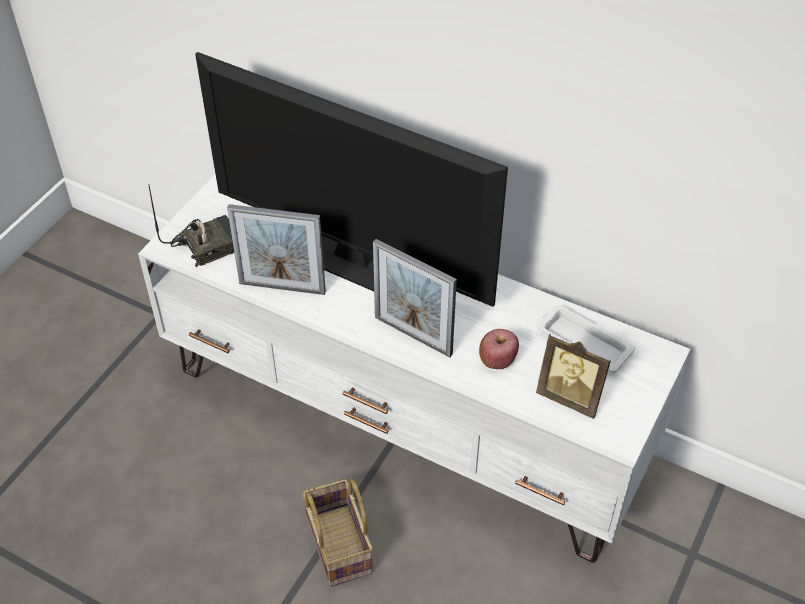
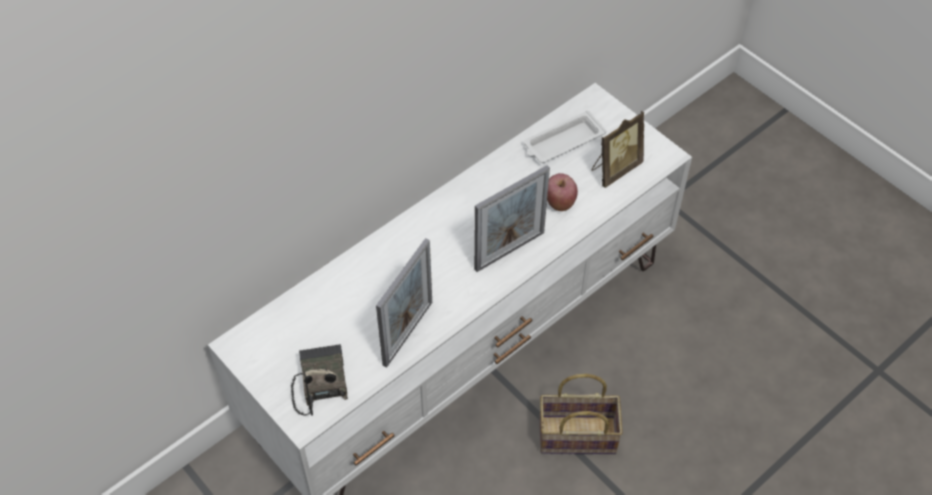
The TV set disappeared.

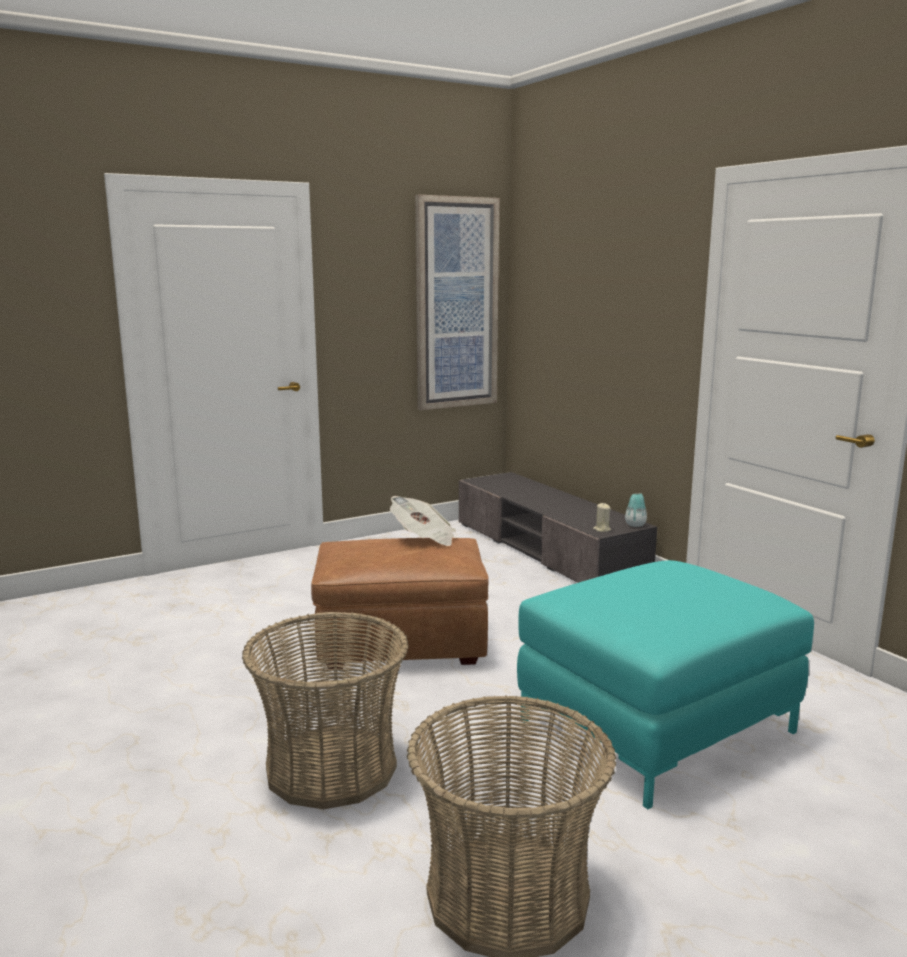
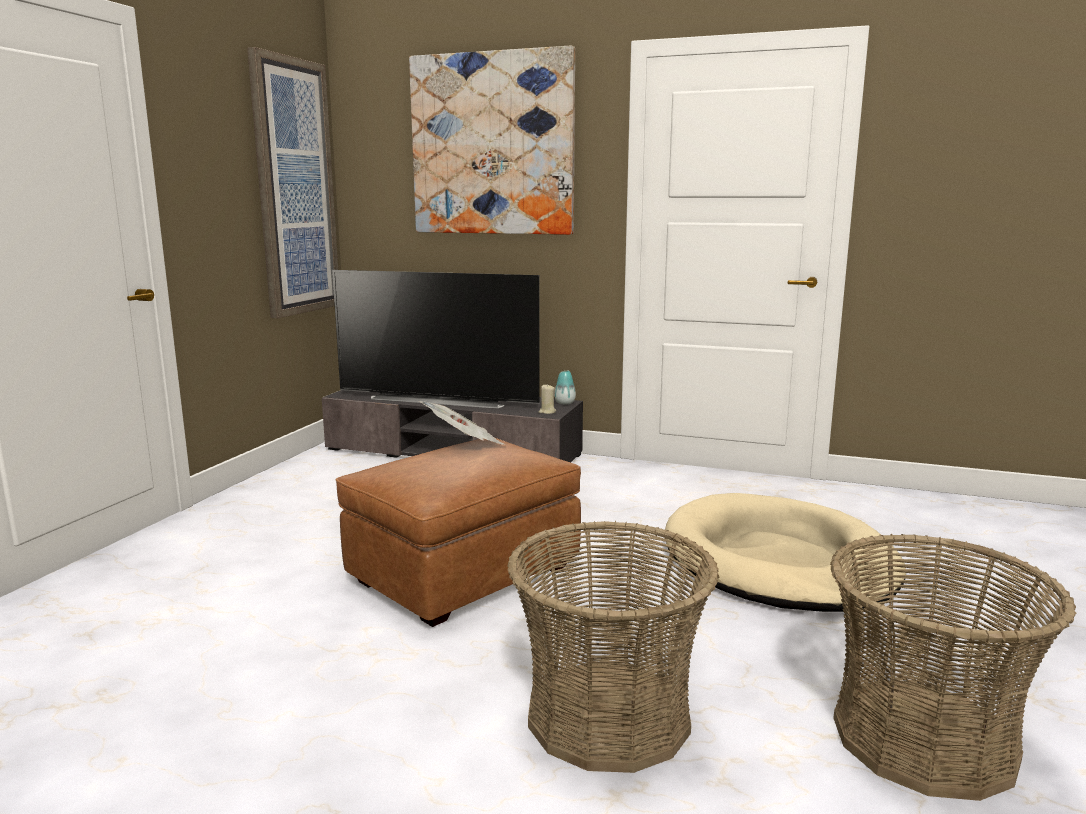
The TV set appeared.
The wall art (2nd from left) appeared.
The pouffe in turquoise was replaced by the pet bed in beige.

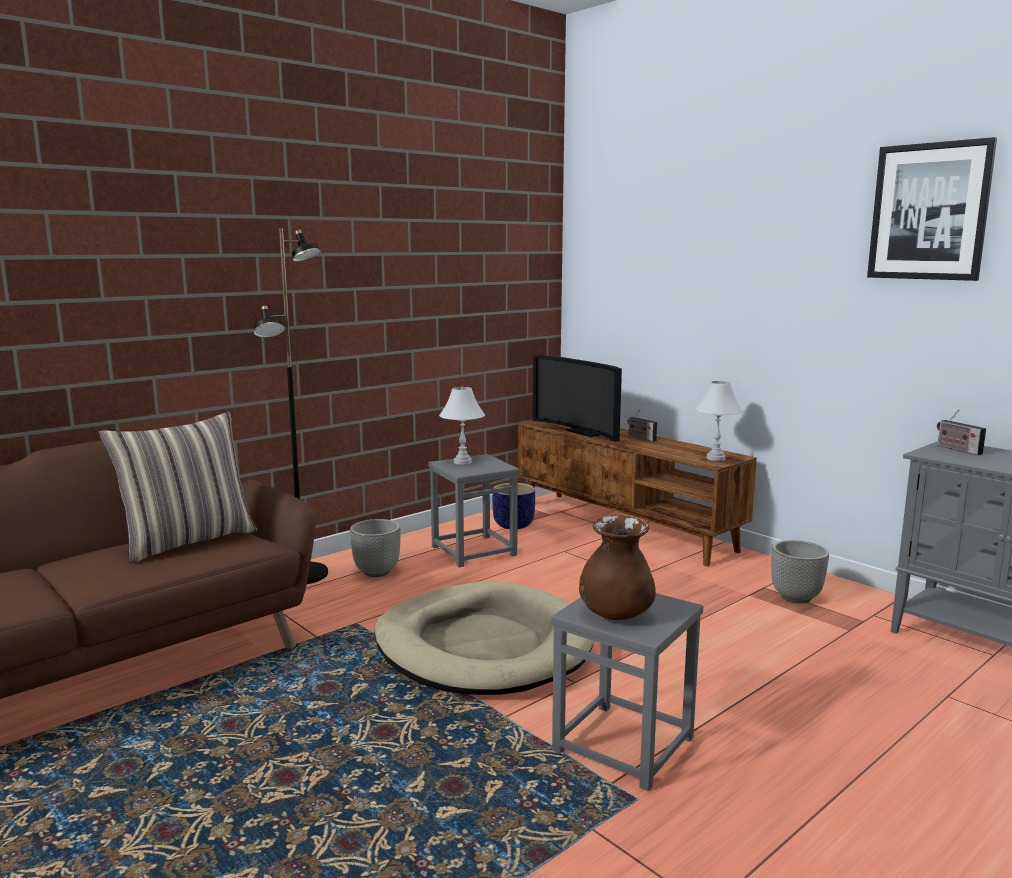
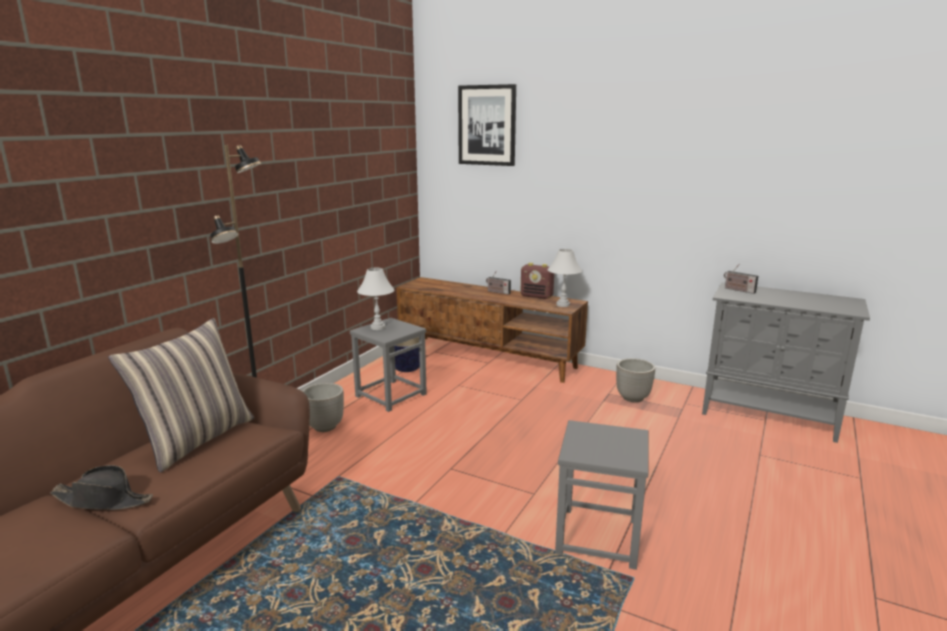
The pet bed in beige disappeared.
The TV set disappeared.
The vase in brown-coloured disappeared.
The hat in black-coloured appeared.
The radio set (2nd from left) appeared.
The wall art moved.

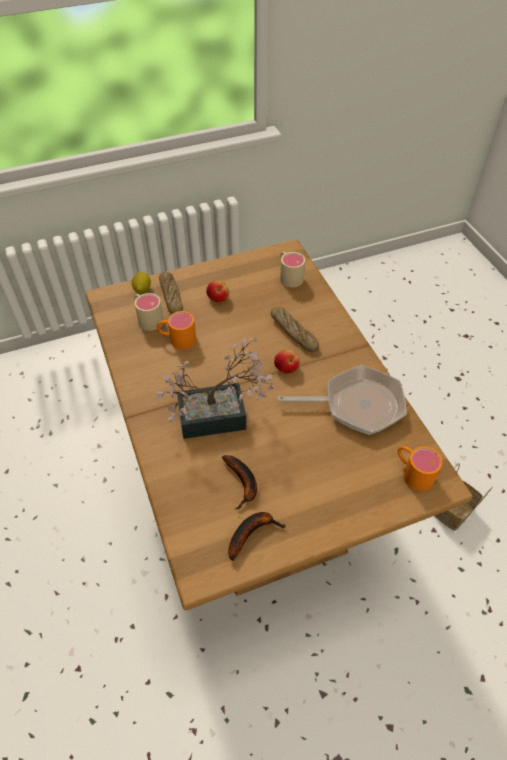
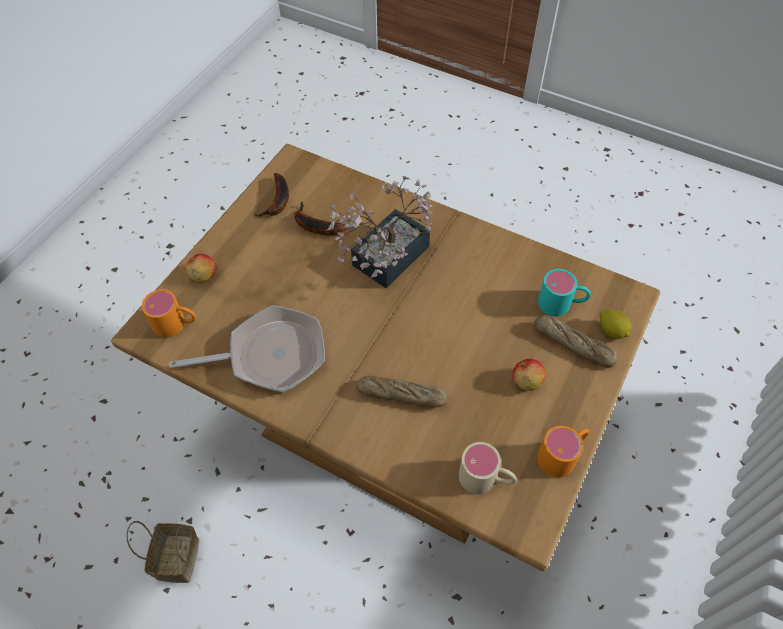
The mug in orange (1st from left in the first image) moved.
The whole apple (2nd from left in the first image) moved.
The mug in beige (1st from left) became the mug in turquoise.
The skillet turned 150 degrees counterclockwise.

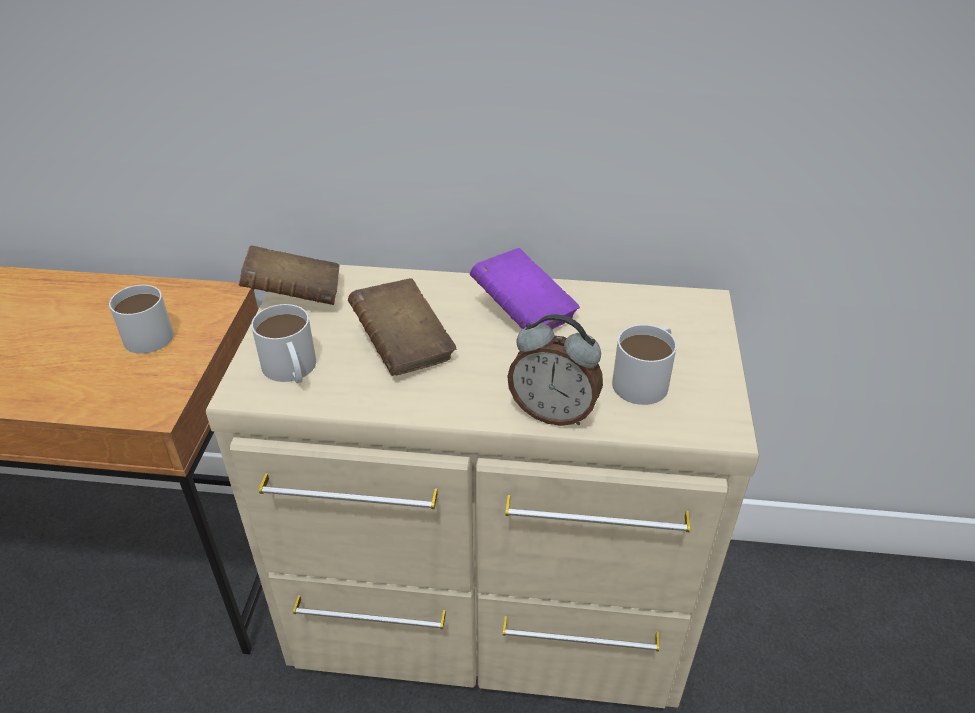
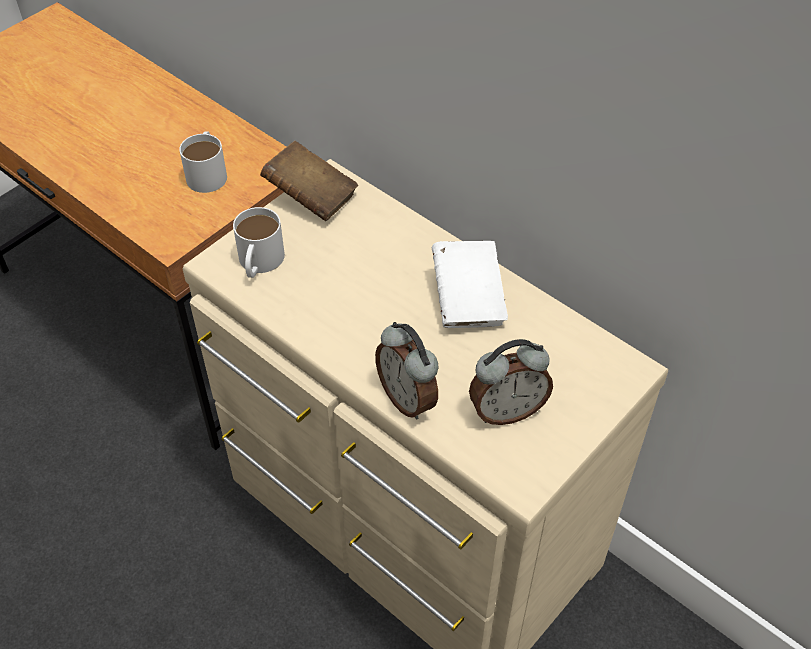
The volume in brown-coloured (2nd from left) disappeared.
The mug in white (3rd from left) was replaced by the table clock (2nd from left).
The volume in purple became the volume in white.

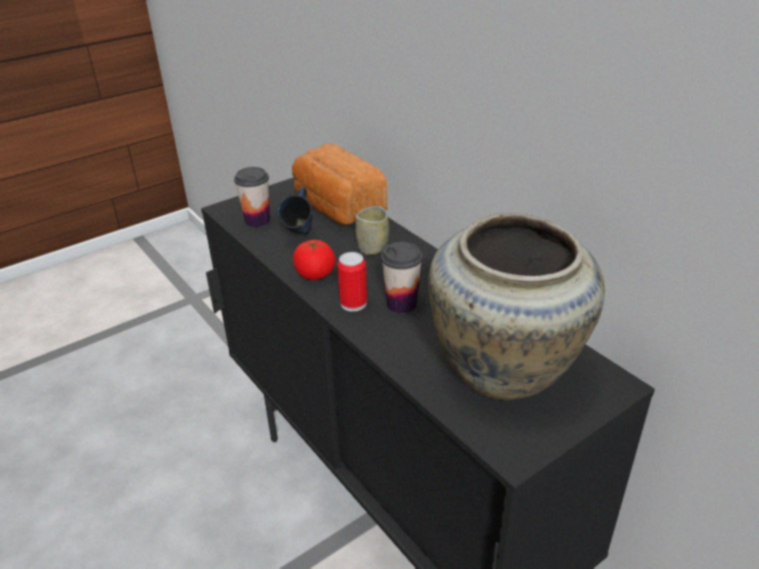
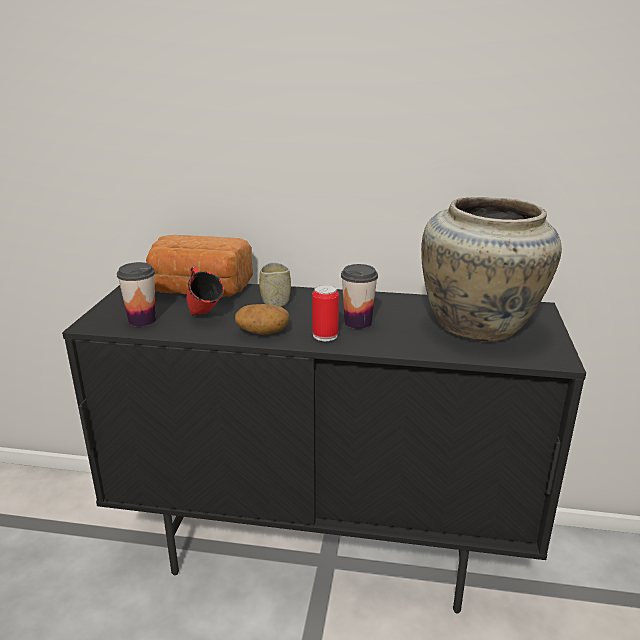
The tomato was replaced by the potato.
The mug in blue-coloured became the mug in reddish.

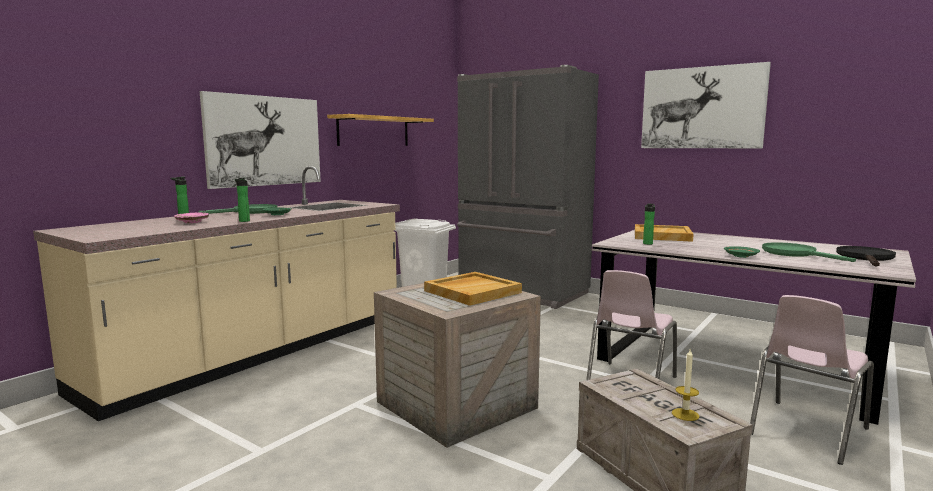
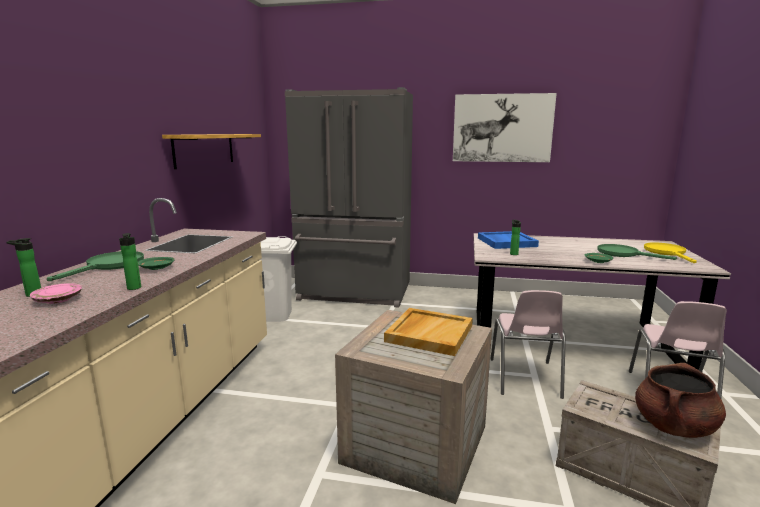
The wall art (1st from left) disappeared.
The wax light was replaced by the cooking pot in brown-coloured.
The serving tray in beige (2nd from left) became the serving tray in blue-coloured.
The skillet in black-coloured became the skillet in yellow-coloured.

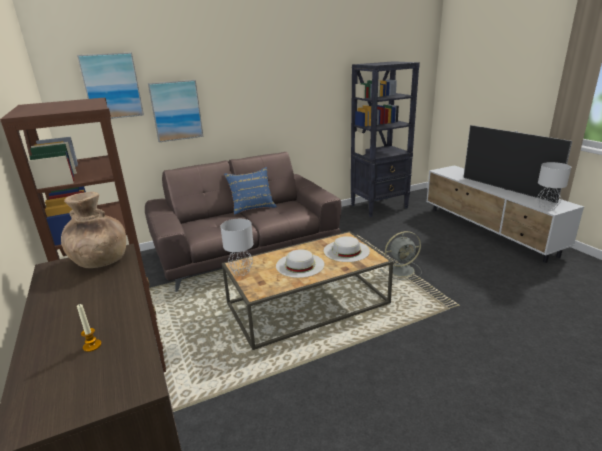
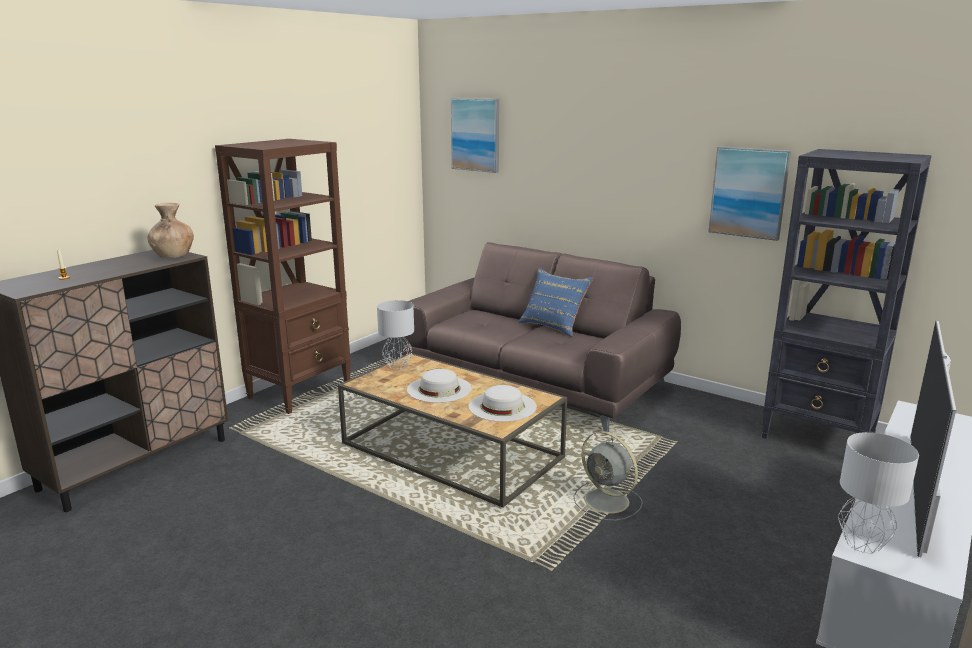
The wall art (2nd from left) moved.

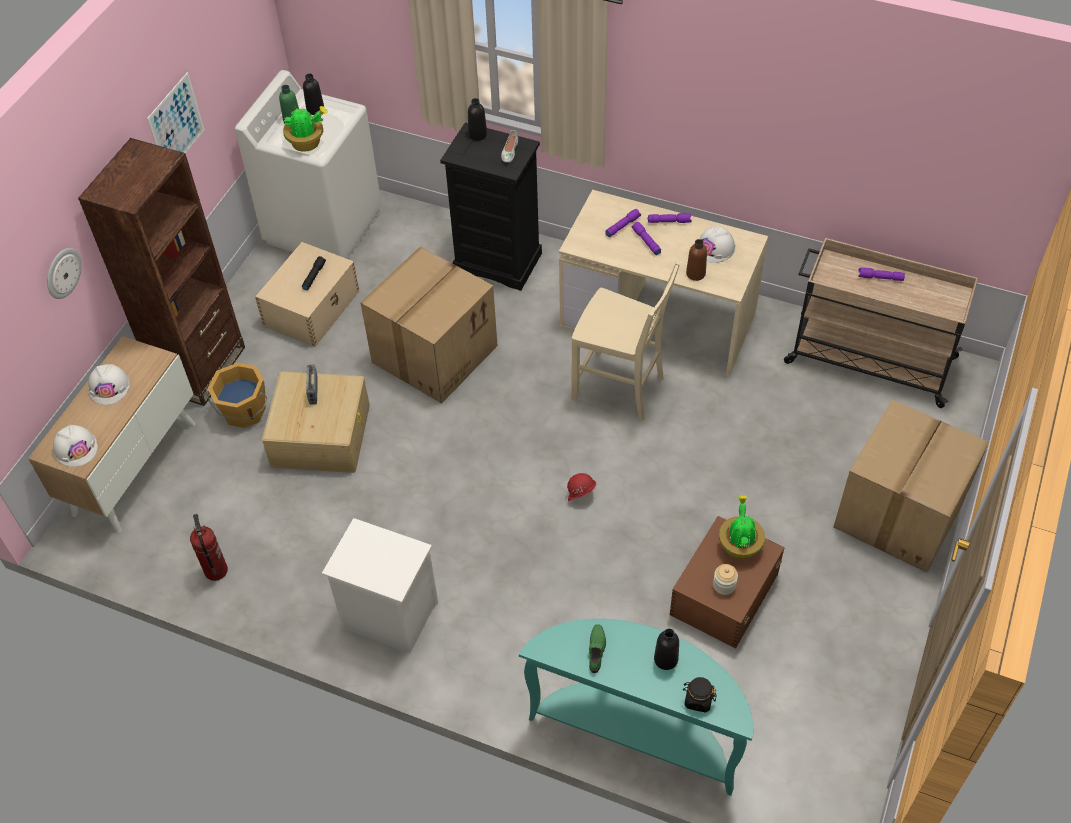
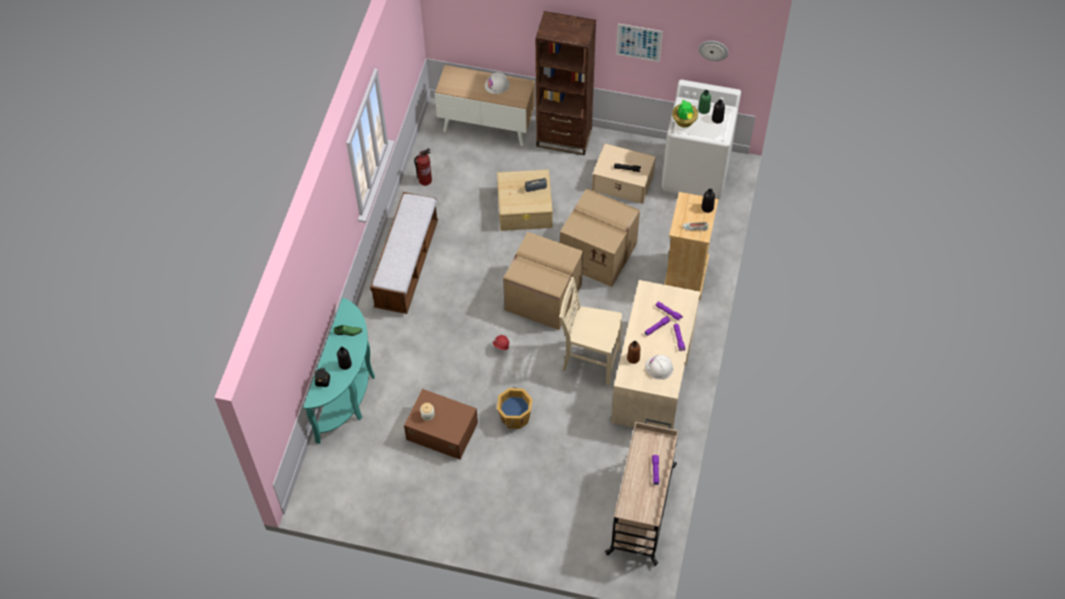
The safety helmet in white (1st from left) disappeared.
The houseplant (2nd from left) disappeared.
The hanging clock moved.
The water bucket in orange moved.
The cardboard box (2nd from left in the first image) moved.
The nightstand in white was replaced by the indoor bench.
The chest of drawers in black-coloured became the chest of drawers in beige.
The plain chair in beige turned 90 degrees clockwise.

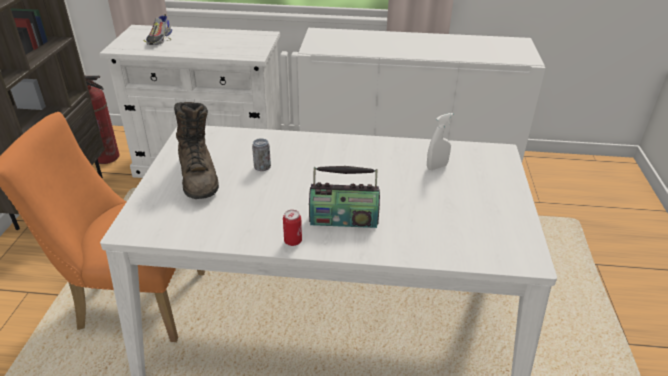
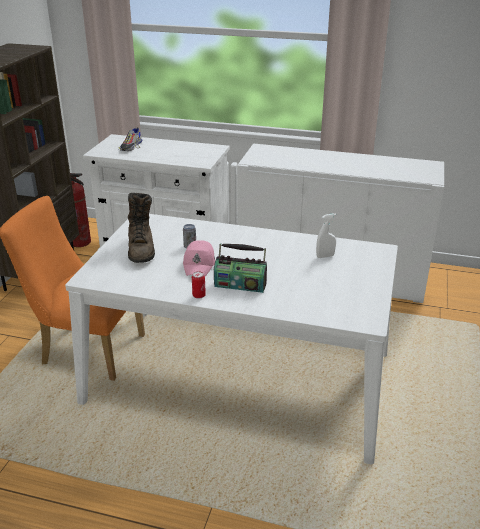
The peaked cap in pinkish appeared.

